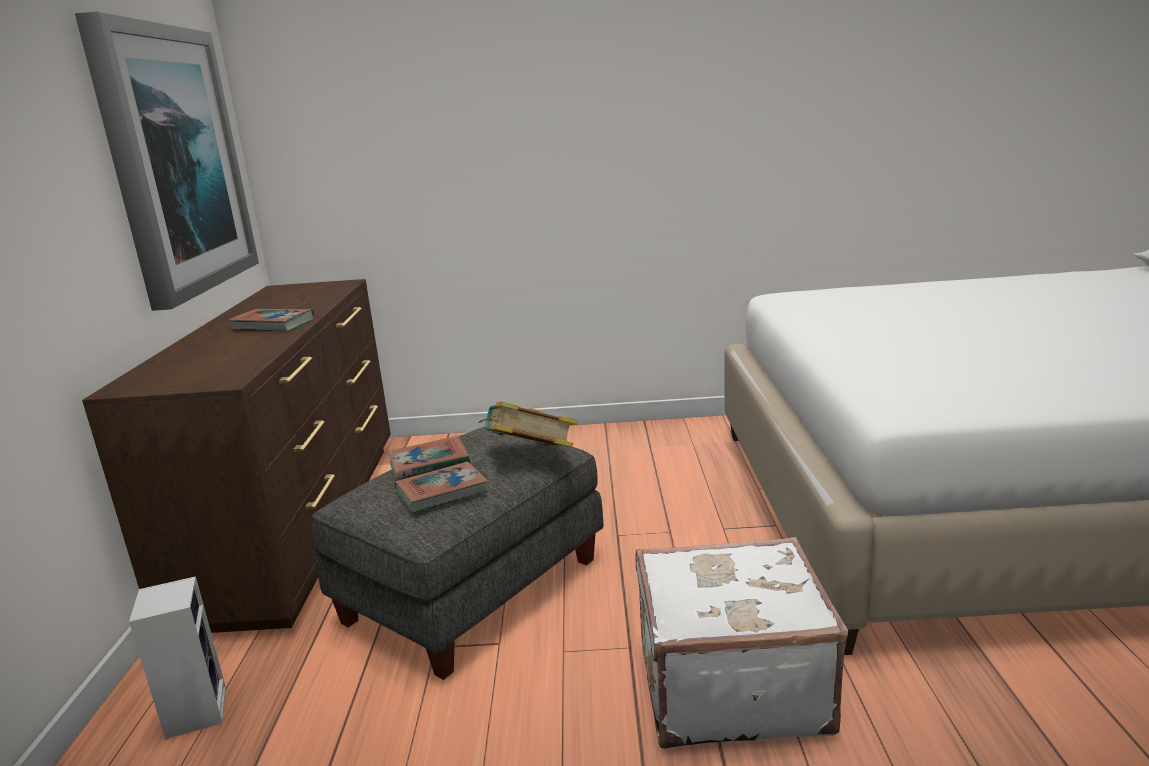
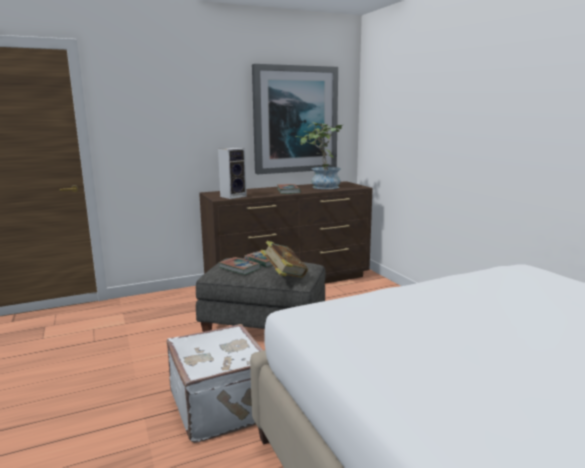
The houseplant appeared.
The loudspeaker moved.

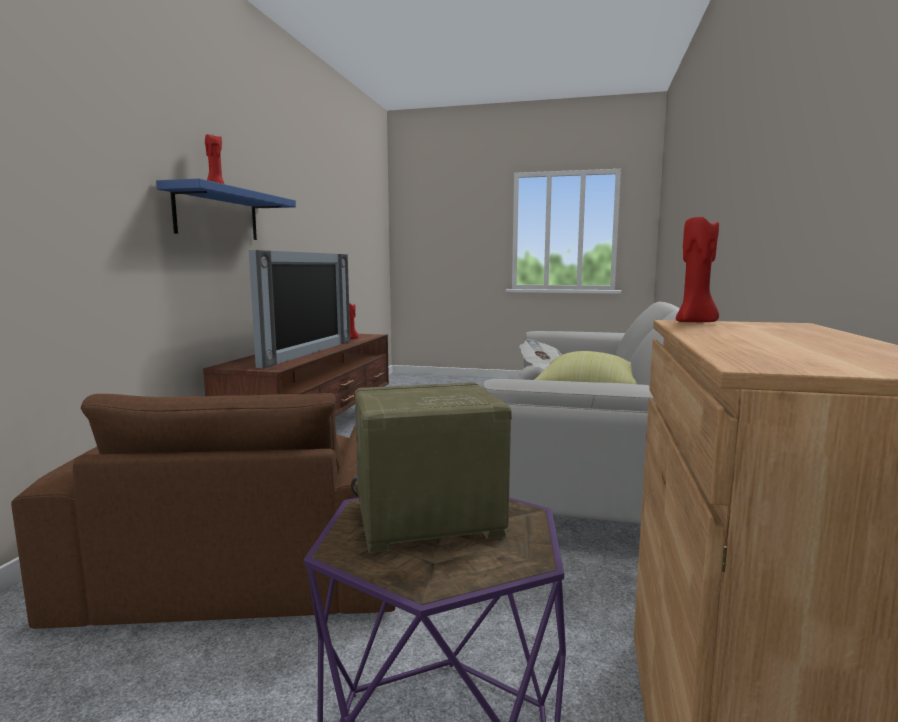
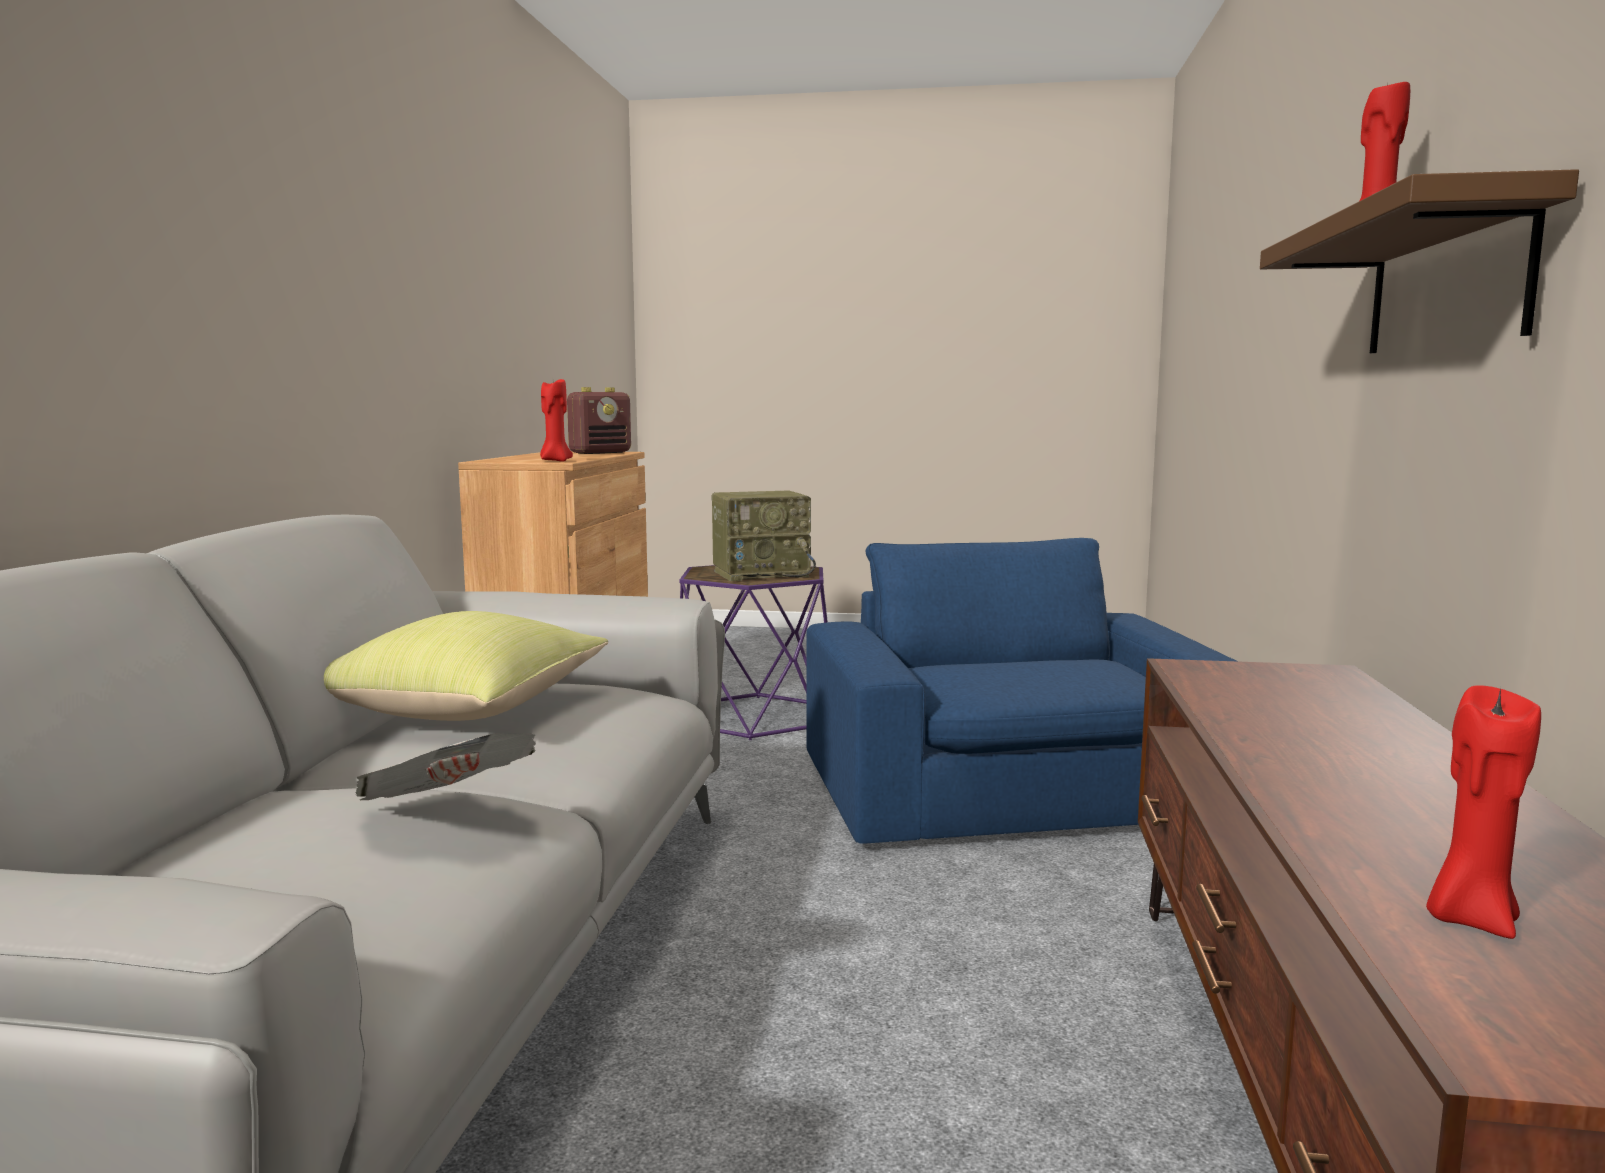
The TV set disappeared.
The radio set (1st from left) appeared.
The lounge chair in brown-coloured became the lounge chair in blue-coloured.
The wall shelf in blue-coloured became the wall shelf in brown-coloured.

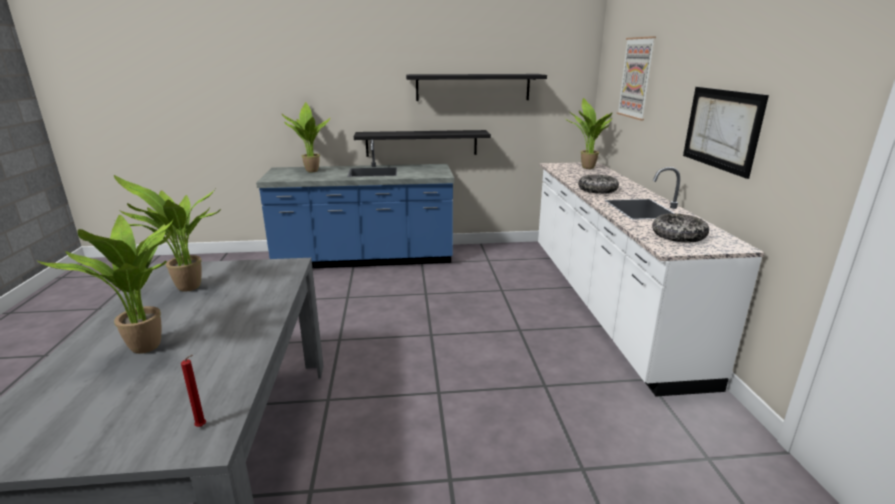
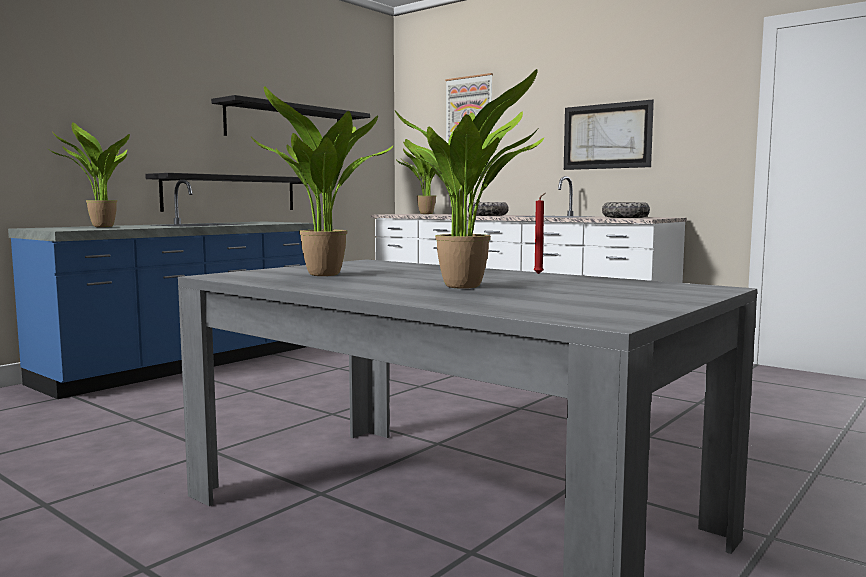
The wax light in reddish moved.

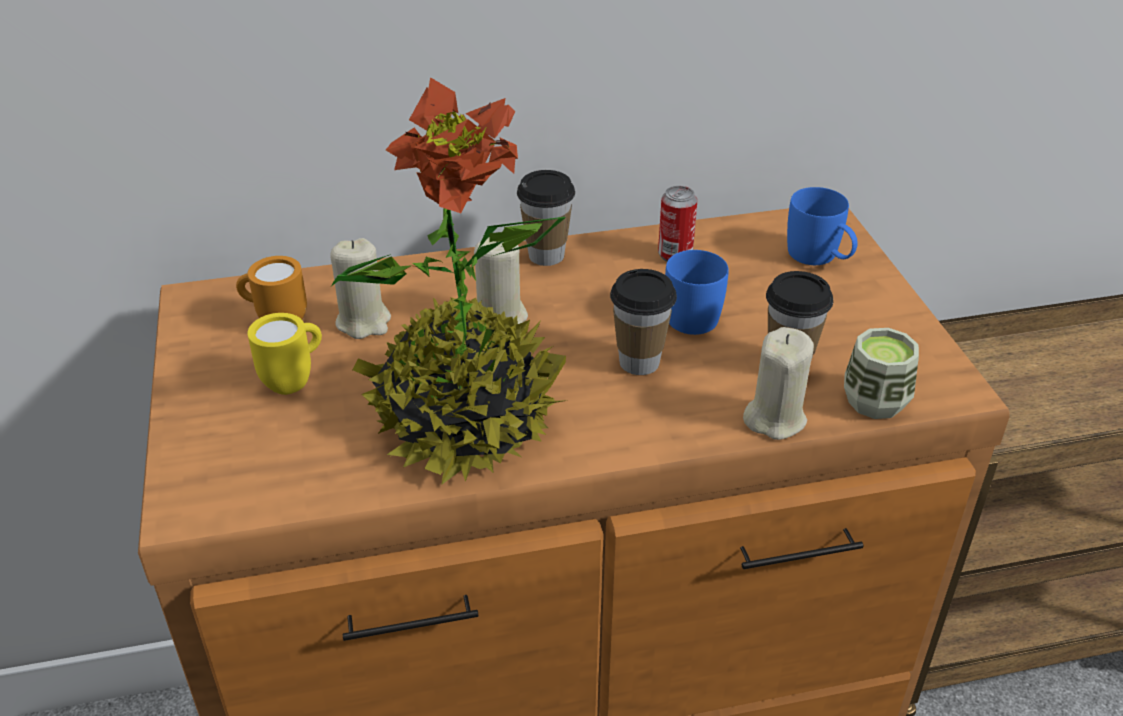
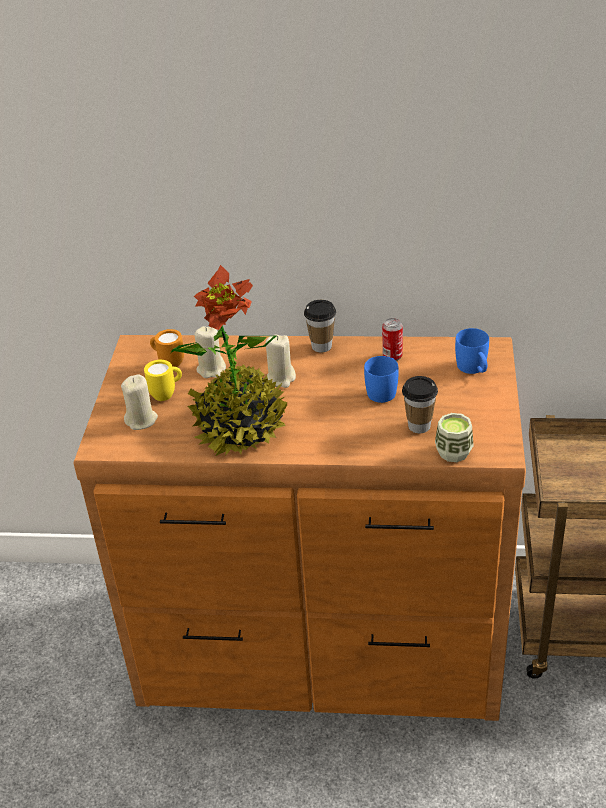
The small cup (2nd from left) disappeared.
The wax light in beige (3rd from left in the first image) moved.

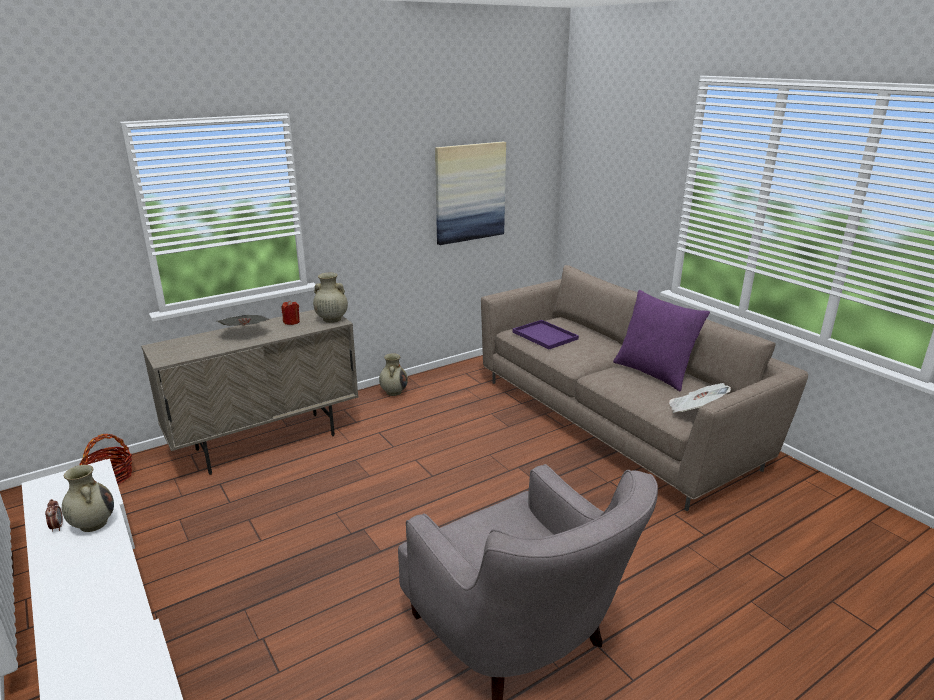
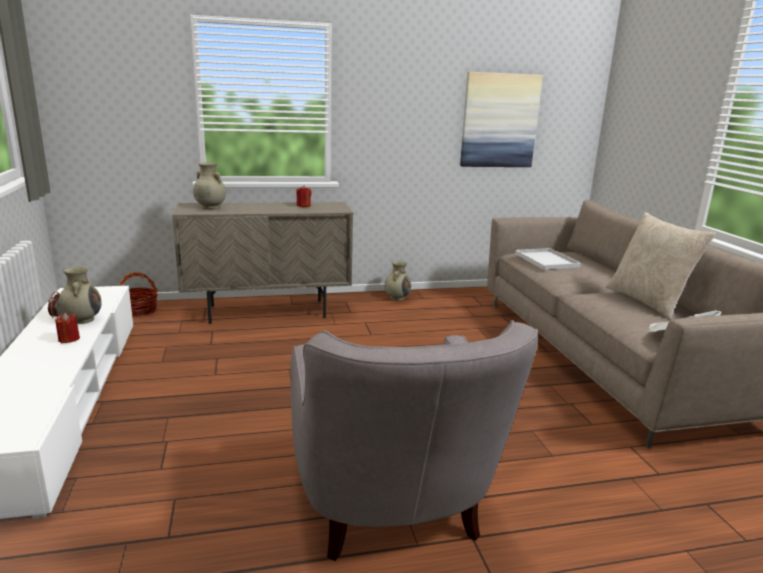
The daily paper (1st from left) disappeared.
The wax light in reddish (1st from left) appeared.
The vase in beige (2nd from left) moved.
The serving tray in purple became the serving tray in white.
The pillow in purple became the pillow in beige.

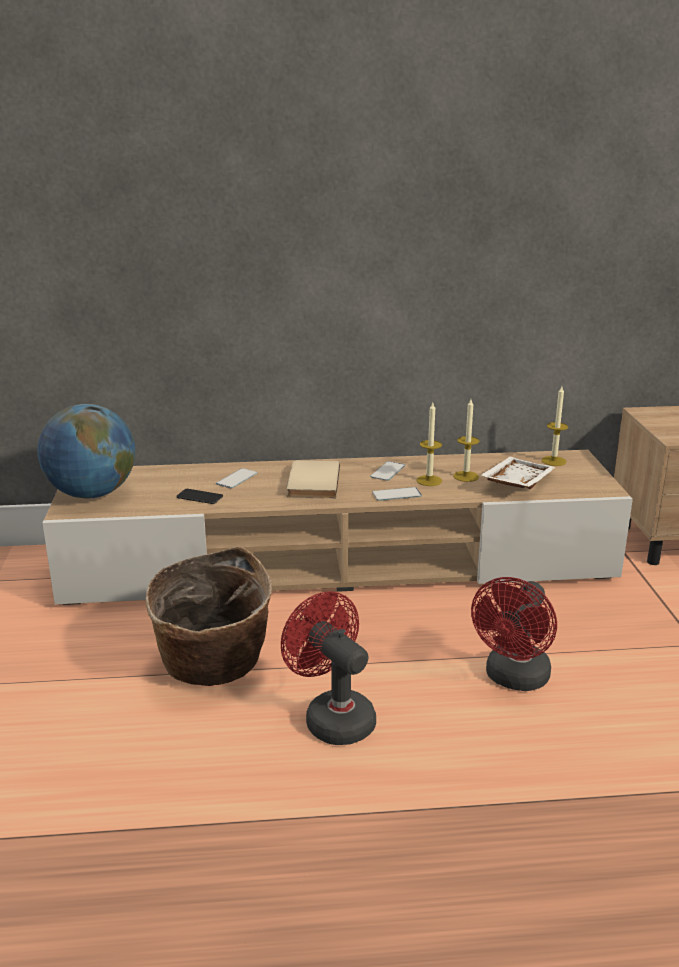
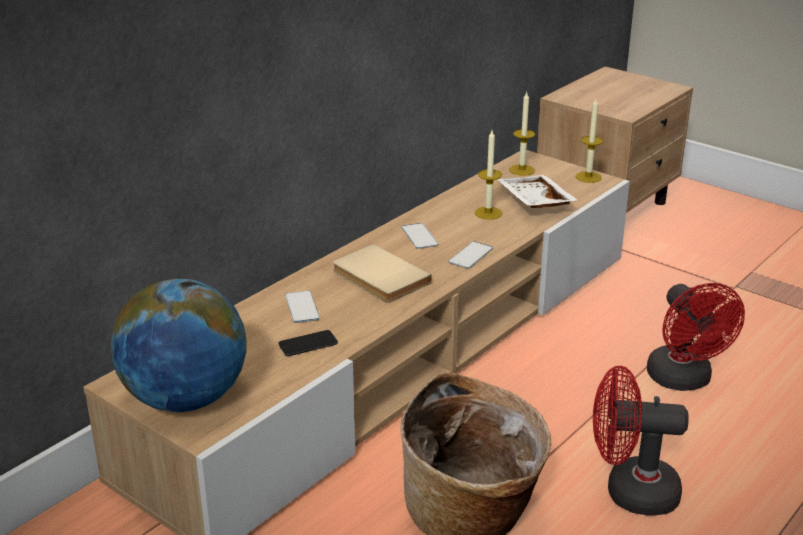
The wax light (1st from left in the first image) moved.

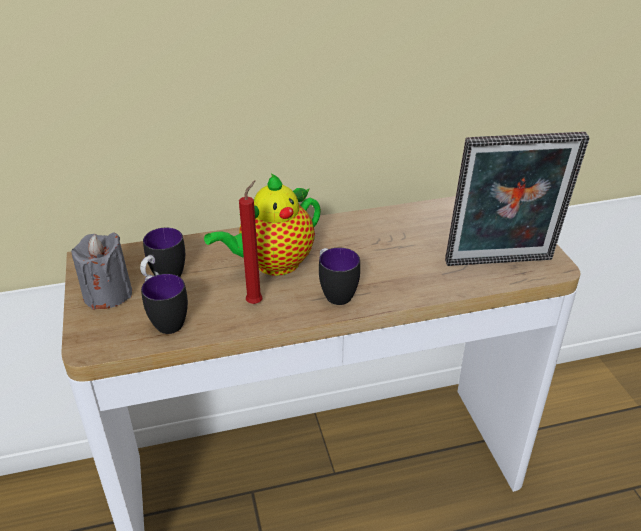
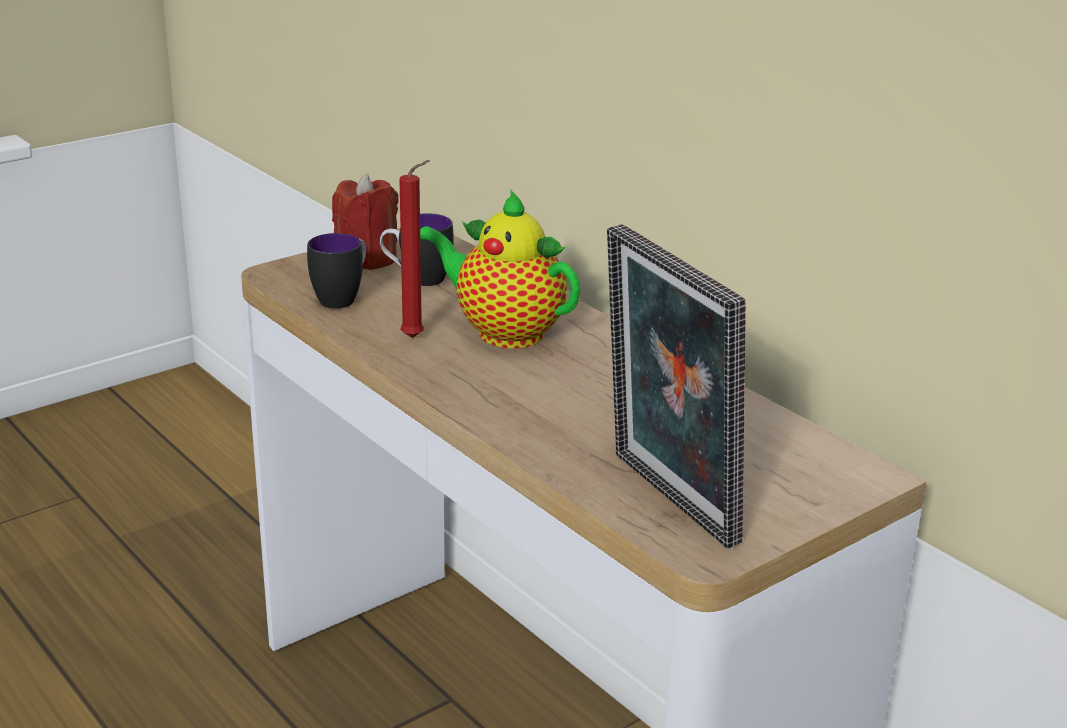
The mug (3rd from left) disappeared.
The wax light in grey became the wax light in reddish (1st from left).

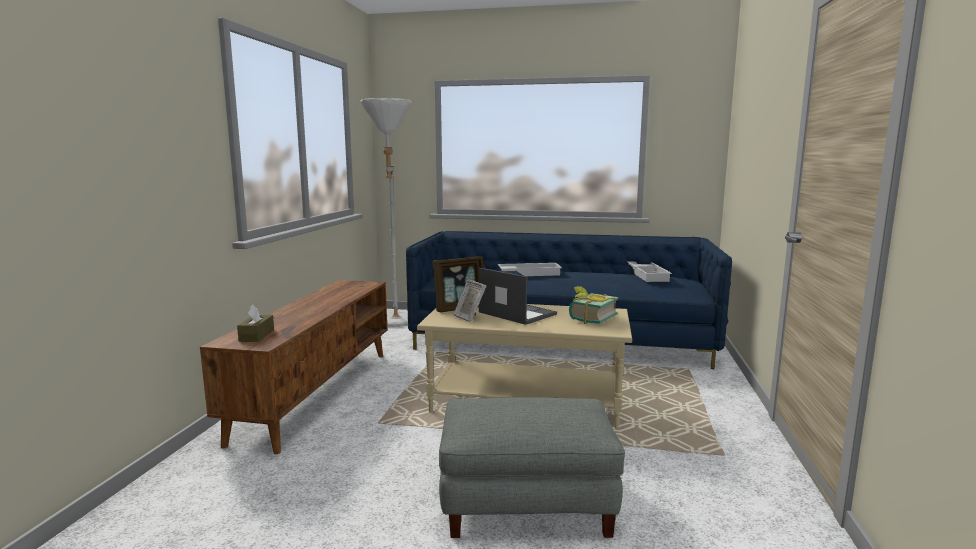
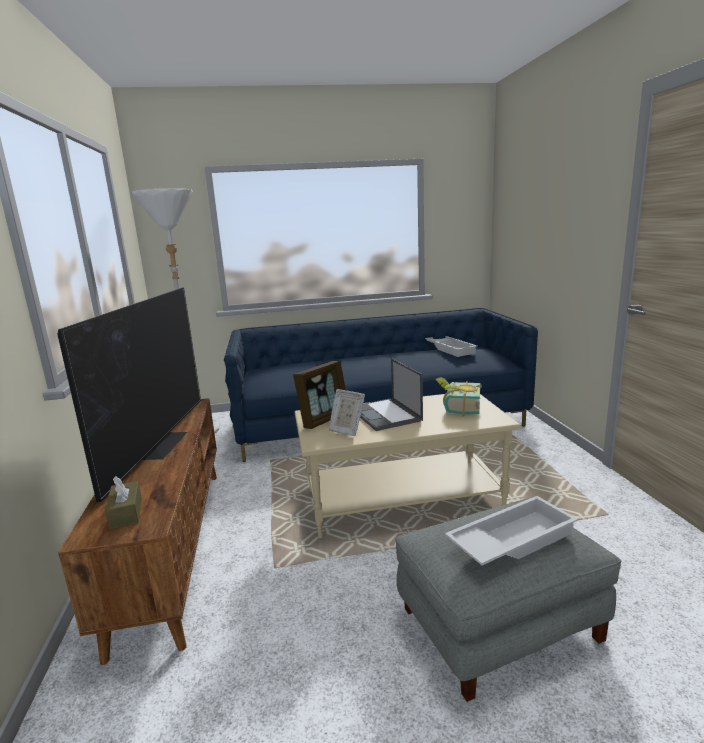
The TV set appeared.
The serving tray in white (1st from left in the first image) moved.
The laptop turned 135 degrees counterclockwise.

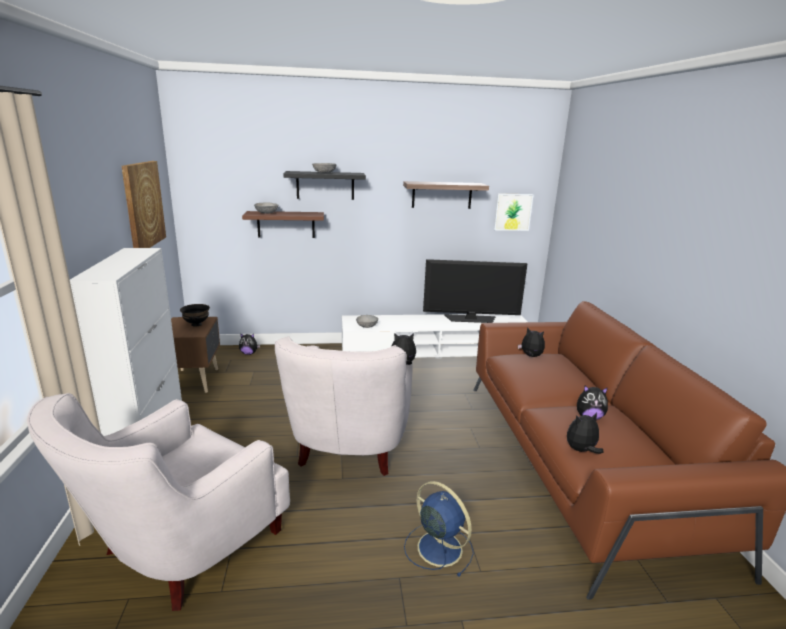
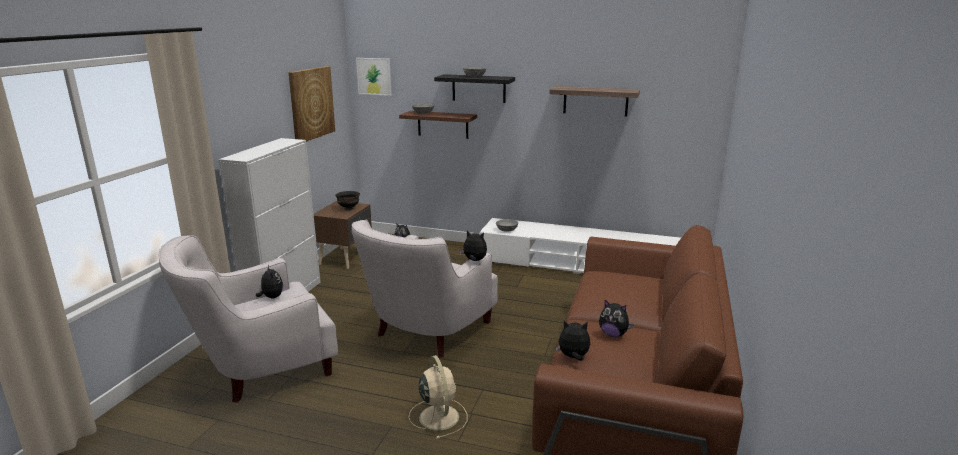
The TV set disappeared.
The wall art (2nd from left) moved.
The cuddly toy (3rd from left in the first image) moved.
The electric fan in blue-coloured became the electric fan in beige.

